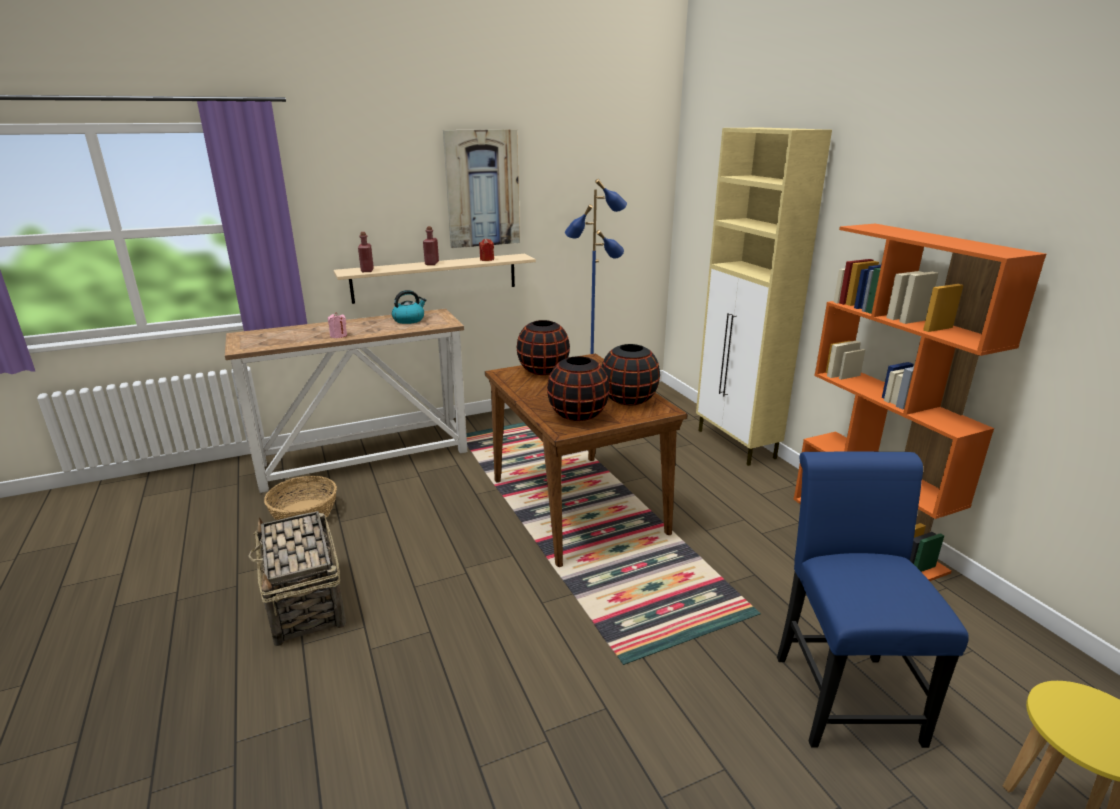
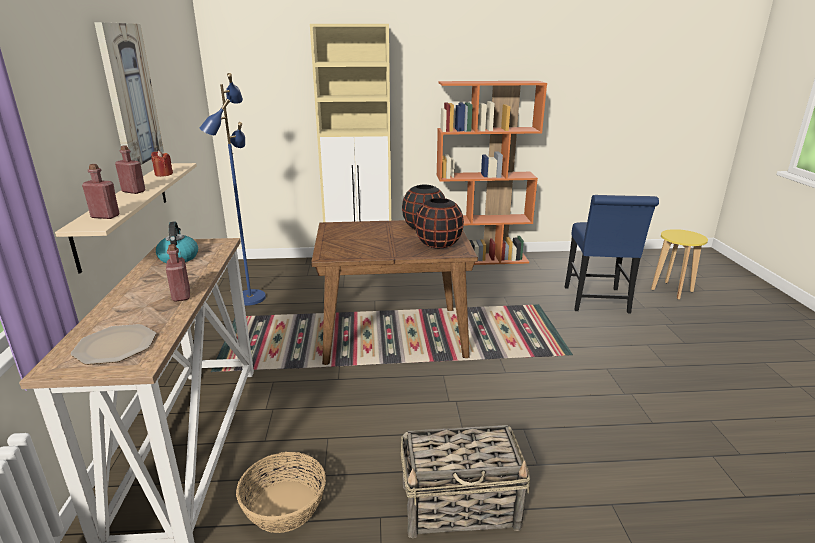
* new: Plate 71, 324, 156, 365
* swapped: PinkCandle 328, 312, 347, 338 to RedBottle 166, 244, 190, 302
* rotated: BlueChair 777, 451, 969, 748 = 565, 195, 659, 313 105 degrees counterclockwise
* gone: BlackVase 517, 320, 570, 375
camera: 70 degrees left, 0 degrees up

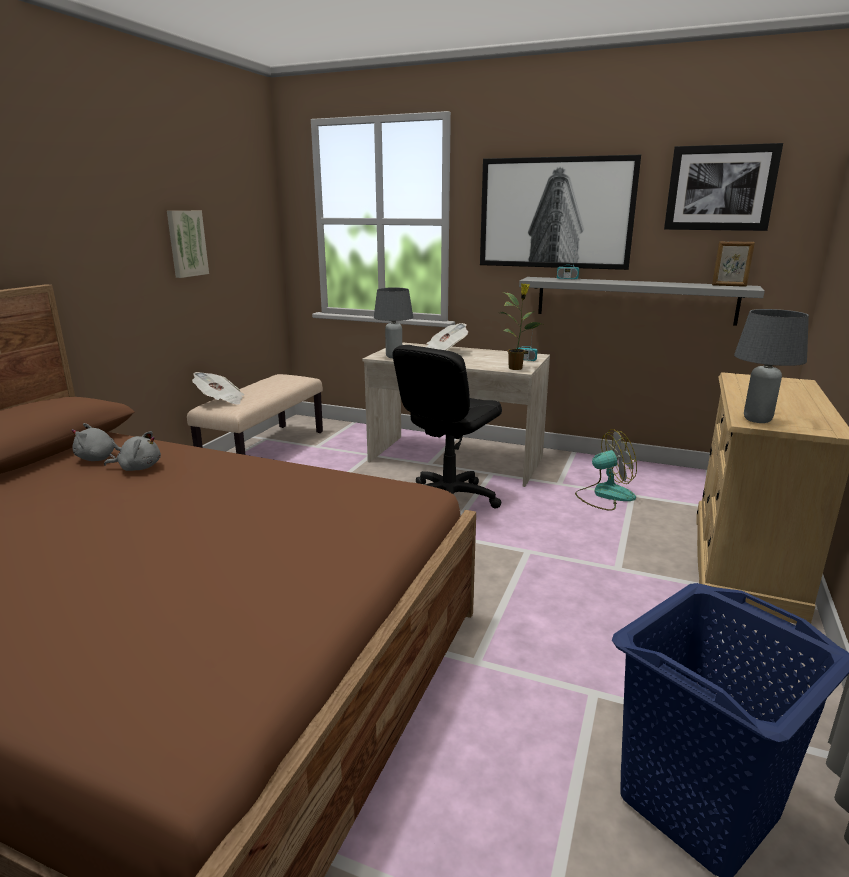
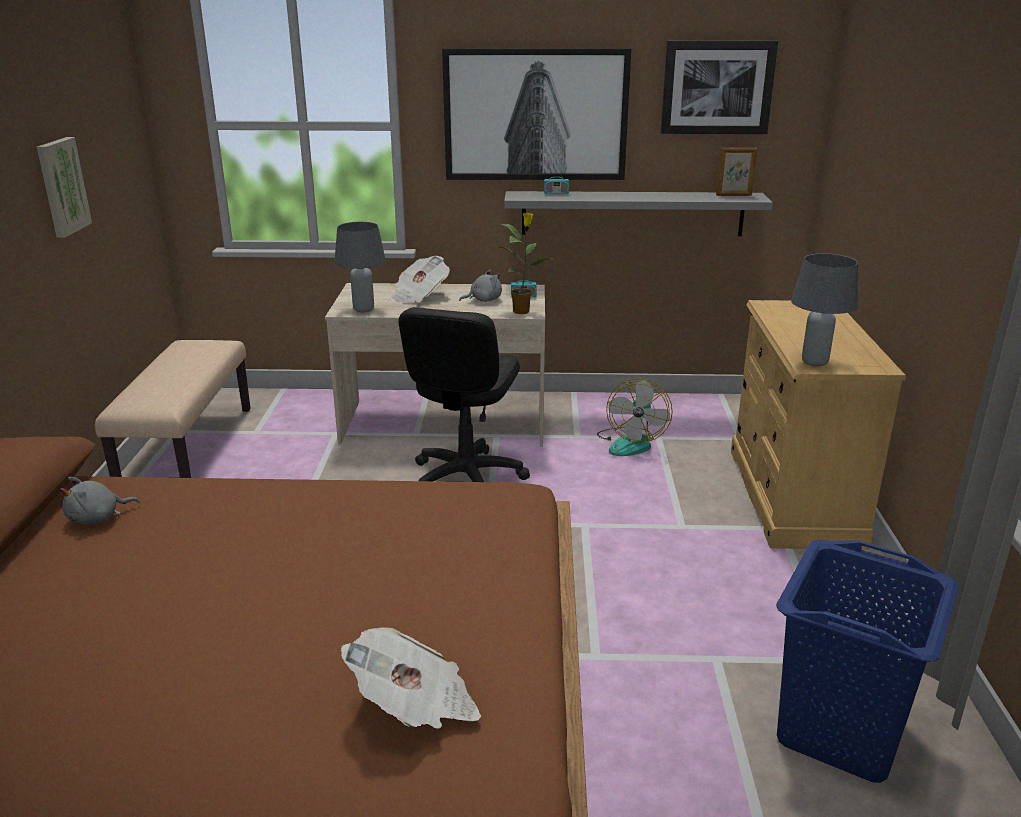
* shifted: Newspaper 192, 372, 244, 405 to 341, 627, 481, 729
* shifted: GreyPlushToy 104, 431, 161, 471 to 459, 270, 502, 302
* rotated: Fan 575, 429, 637, 511 = 597, 378, 673, 456 135 degrees clockwise
camera: 20 degrees left, 5 degrees up

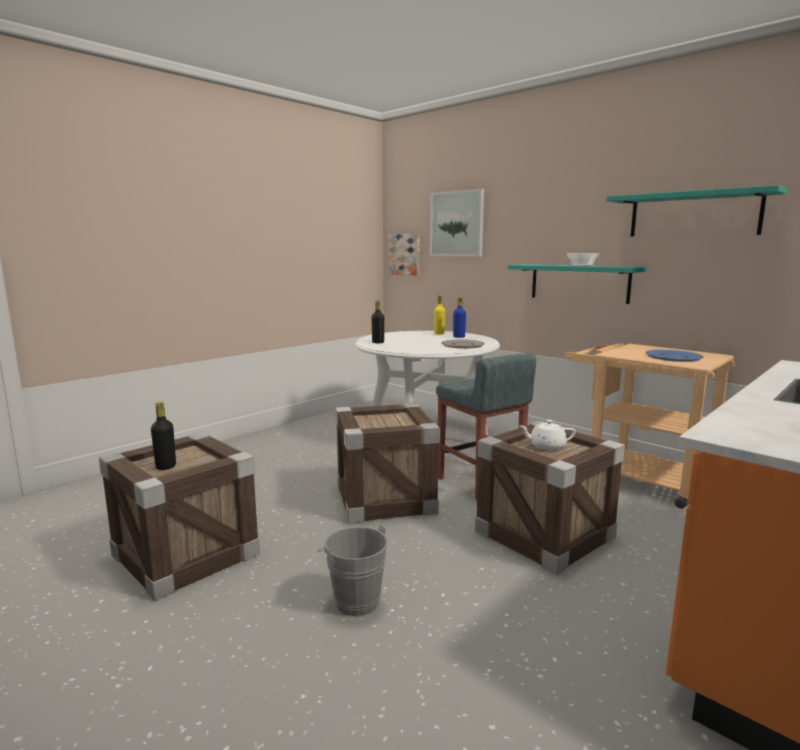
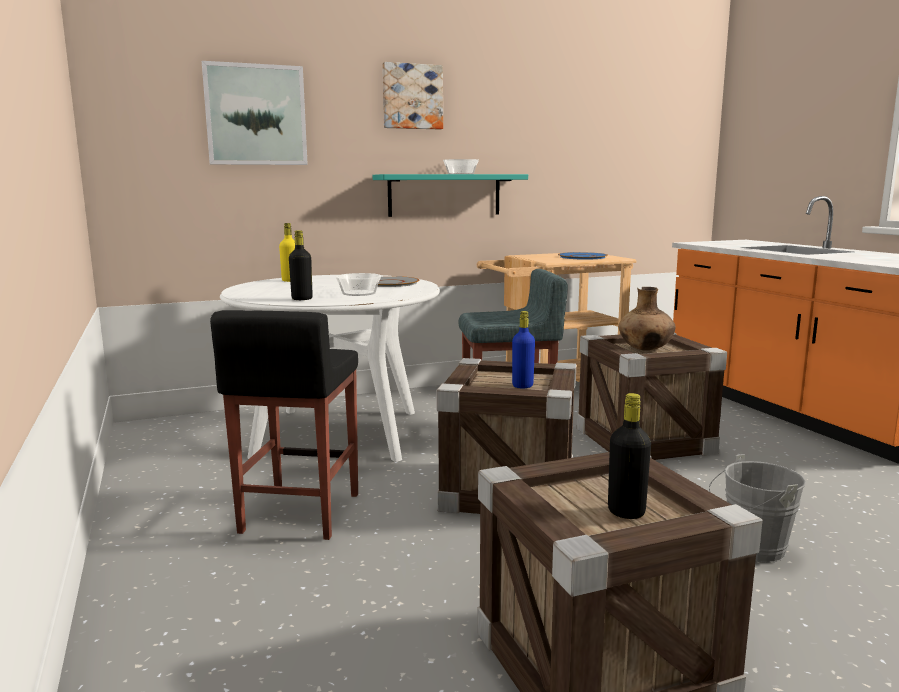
* new: BlackStool 210, 310, 358, 540
* new: Bowl 336, 273, 381, 296
* shifted: Picture 388, 234, 420, 275 to 382, 62, 443, 130
* shifted: BlueBottle 453, 298, 466, 338 to 512, 311, 535, 388
* swapped: WhiteTeapot 520, 420, 576, 451 to BrownVase 618, 287, 676, 351
* gone: TurquoiseShelf 606, 185, 787, 237
camera: 65 degrees left, 0 degrees up

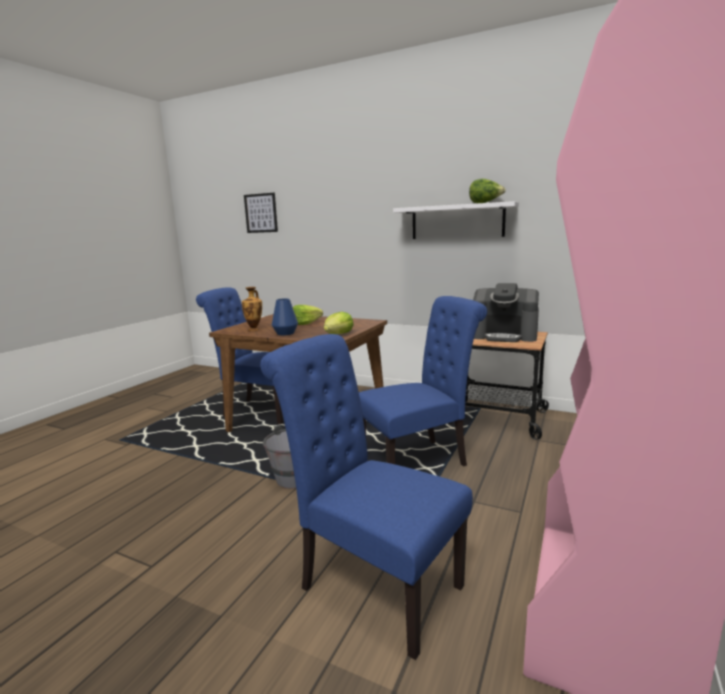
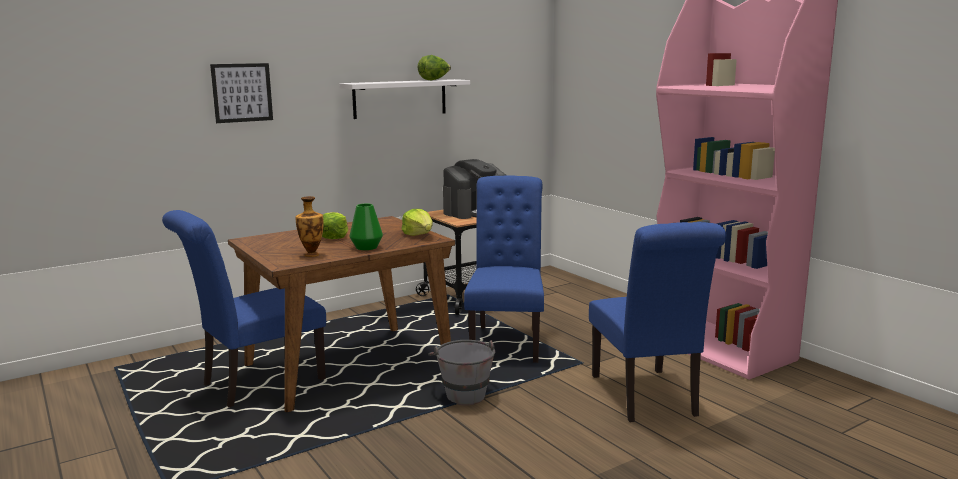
* shifted: Picture 244, 193, 278, 233 to 210, 63, 273, 123
* repainted: BlueVase 272, 298, 298, 335 to GreenVase 350, 203, 383, 250
* rotated: BlueChair 260, 334, 473, 660 = 589, 222, 727, 422 75 degrees counterclockwise
camera: 60 degrees left, 0 degrees up

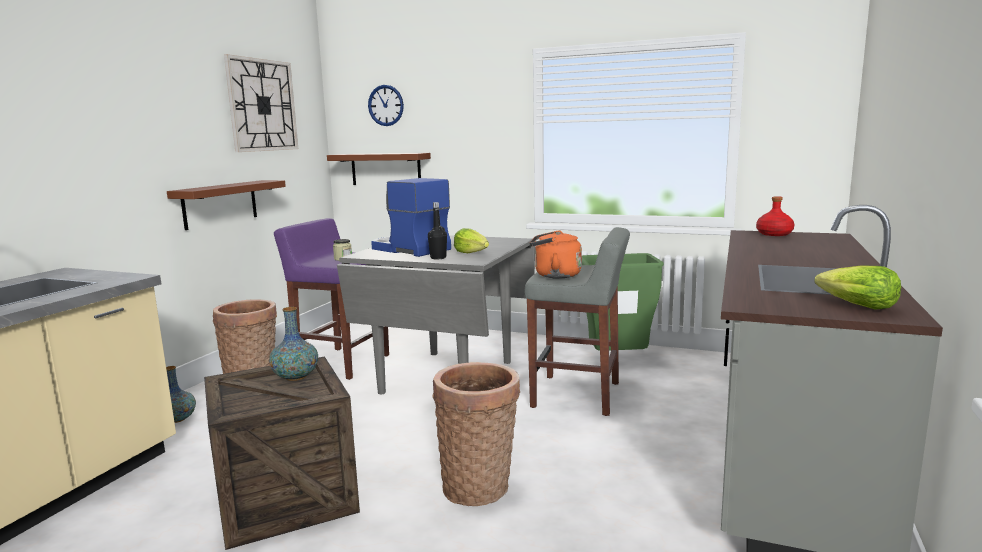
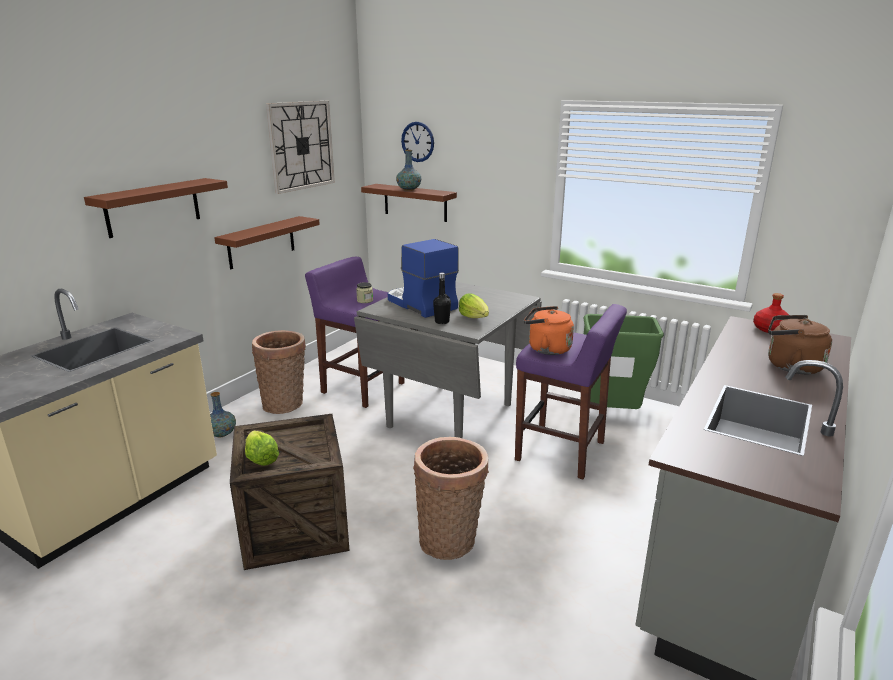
* new: BrownShelf 84, 178, 228, 238
* shifted: Lettuce 814, 266, 901, 309 to 245, 430, 279, 466
* shifted: Vase 269, 307, 318, 381 to 396, 150, 421, 191
* repainted: GreyStool 525, 227, 630, 416 to PurpleStool 515, 304, 627, 480
* new: BrownKettle 768, 315, 832, 374
camera: 10 degrees right, 10 degrees up

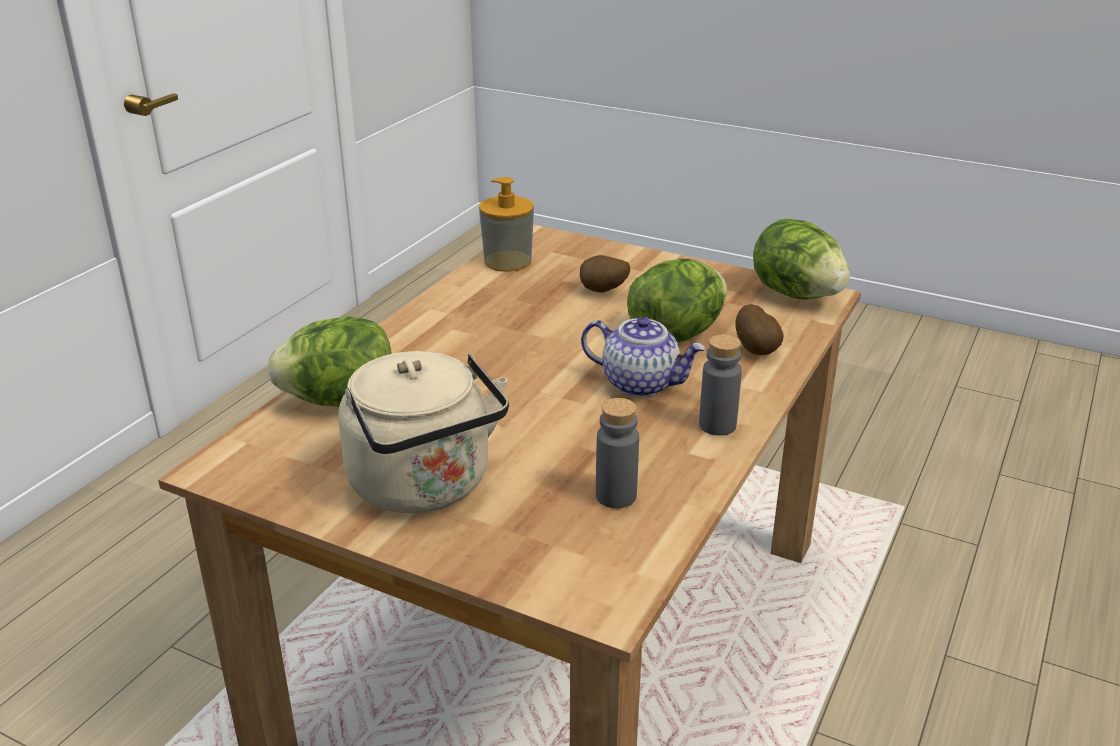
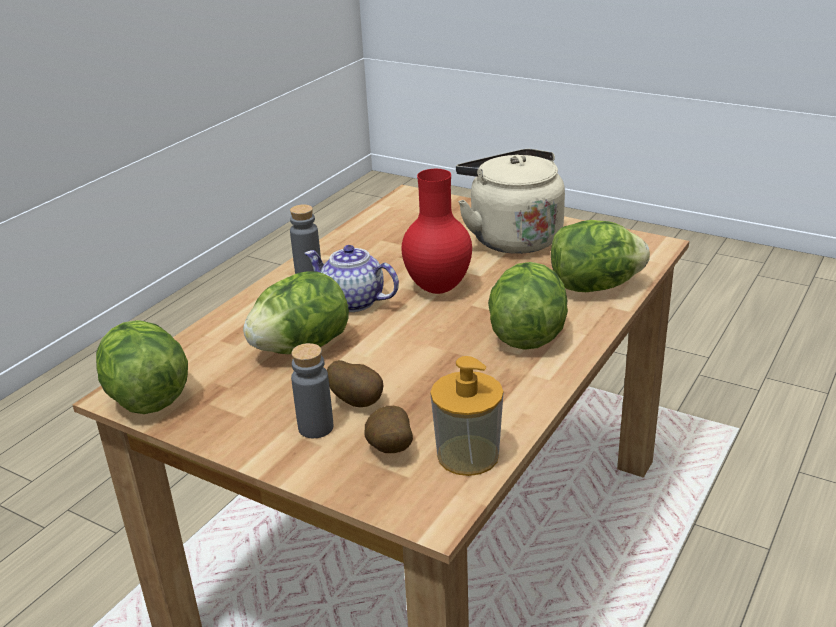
* shifted: GreyBottle 596, 398, 639, 508 to 291, 343, 333, 438
* shifted: Potato 735, 304, 783, 355 to 364, 406, 413, 453
* new: RedVase 401, 169, 472, 294
* new: Lettuce 488, 262, 568, 350
camera: 175 degrees left, 0 degrees up

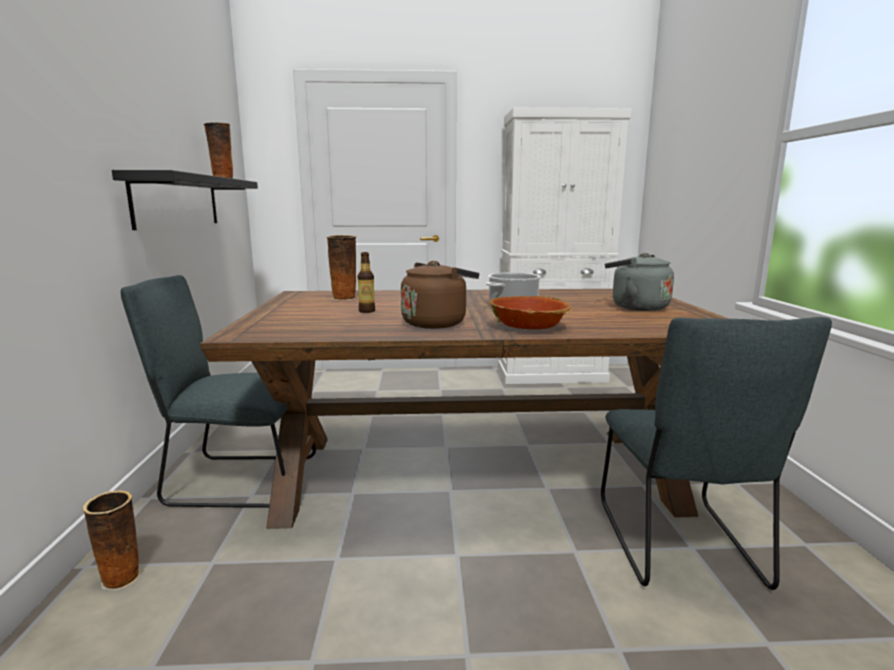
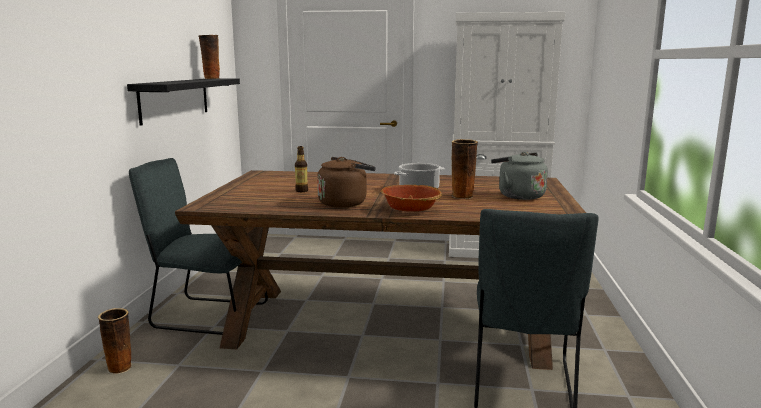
* shifted: Vase 327, 235, 356, 300 to 452, 139, 478, 199
camera: 10 degrees right, 0 degrees up

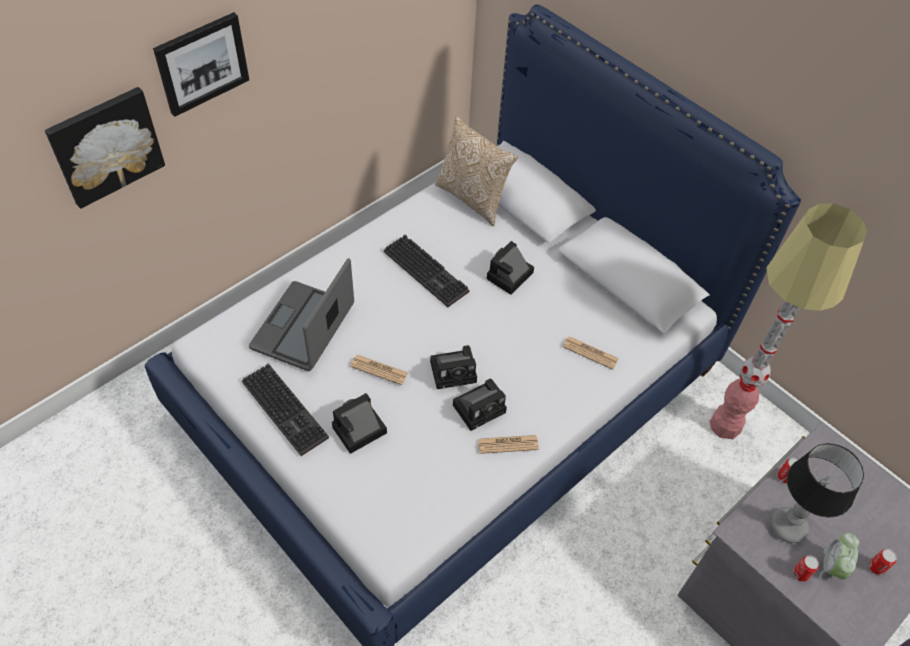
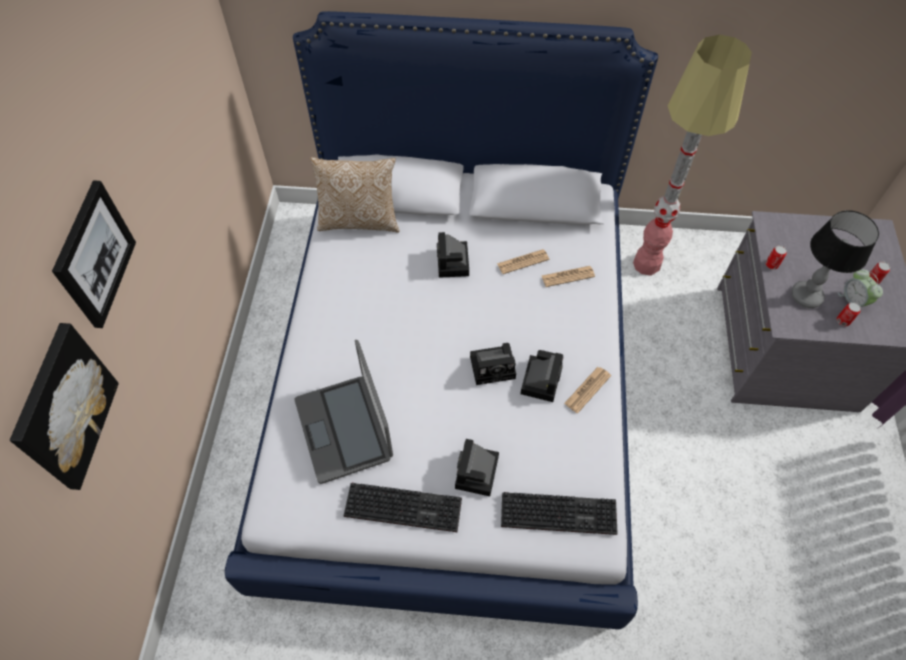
* rotated: PhotoCamera 430, 345, 477, 389 = 470, 343, 516, 385 45 degrees clockwise
* shifted: Newspaper 350, 355, 408, 385 to 497, 249, 549, 274
* shifted: Keyboard 384, 235, 469, 307 to 501, 492, 618, 535
camera: 40 degrees left, 5 degrees up

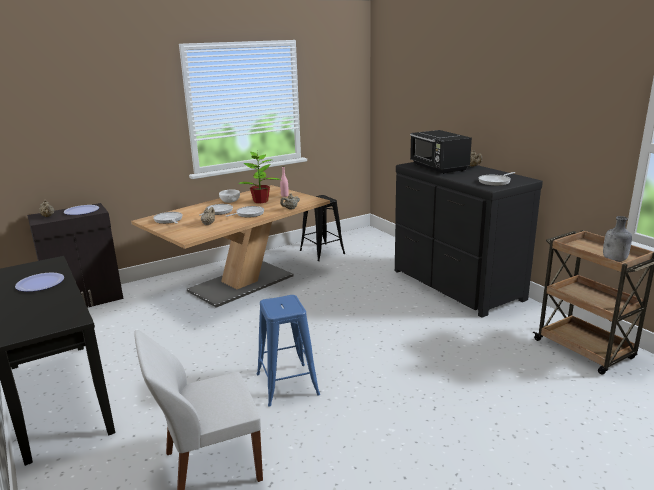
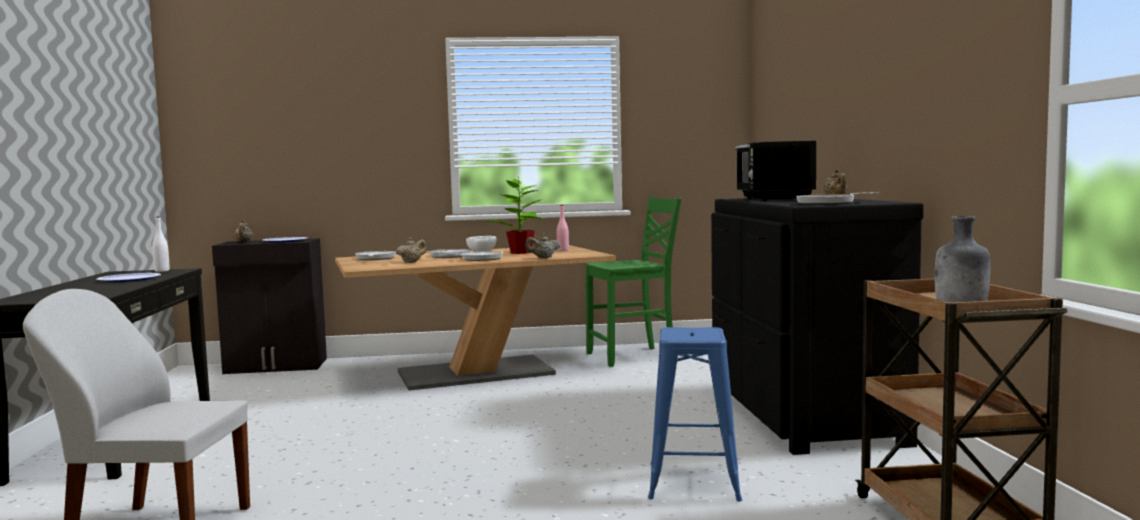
* new: WhiteBottle 152, 217, 169, 272
* swapped: BlackStool 300, 195, 345, 261 to GreenChair 586, 197, 681, 367
* shifted: BlueStool 257, 295, 320, 407 to 648, 327, 742, 502
camera: 25 degrees right, 15 degrees down

